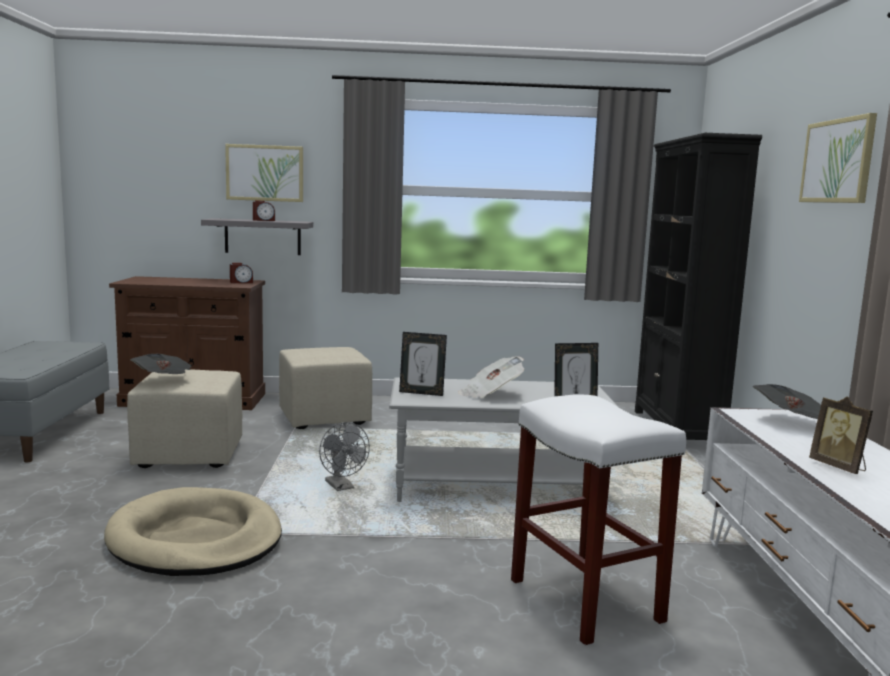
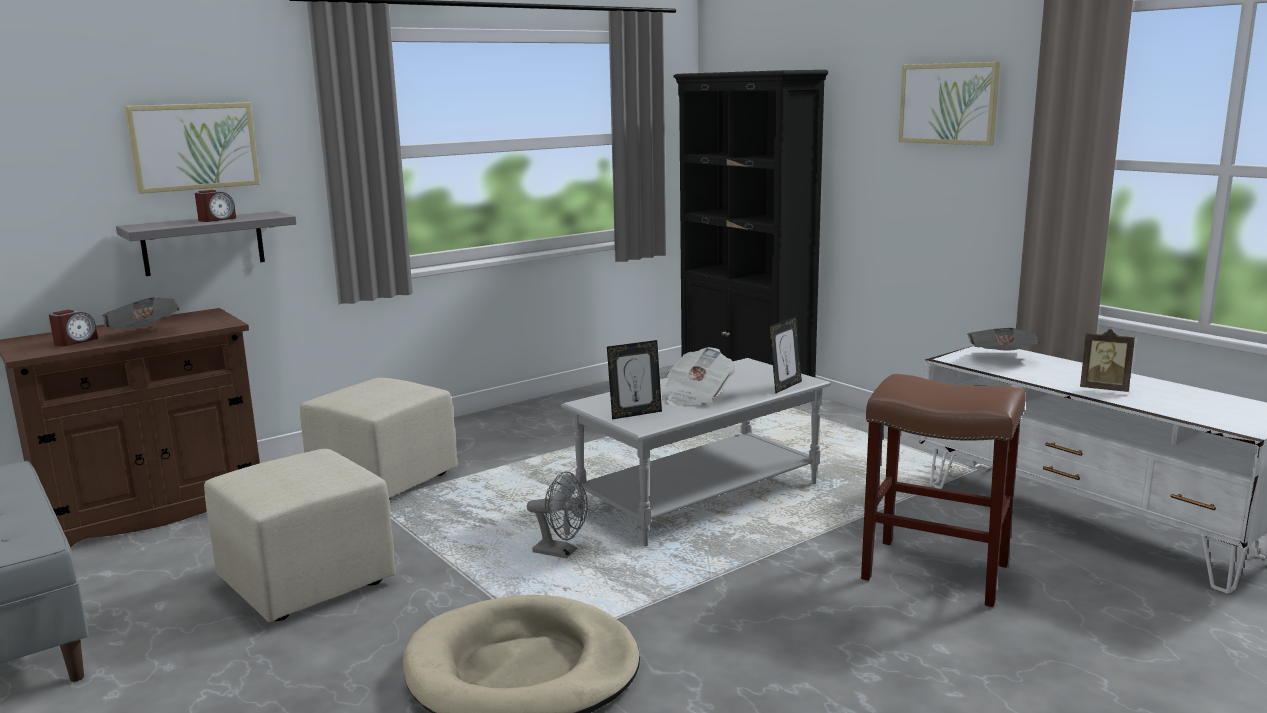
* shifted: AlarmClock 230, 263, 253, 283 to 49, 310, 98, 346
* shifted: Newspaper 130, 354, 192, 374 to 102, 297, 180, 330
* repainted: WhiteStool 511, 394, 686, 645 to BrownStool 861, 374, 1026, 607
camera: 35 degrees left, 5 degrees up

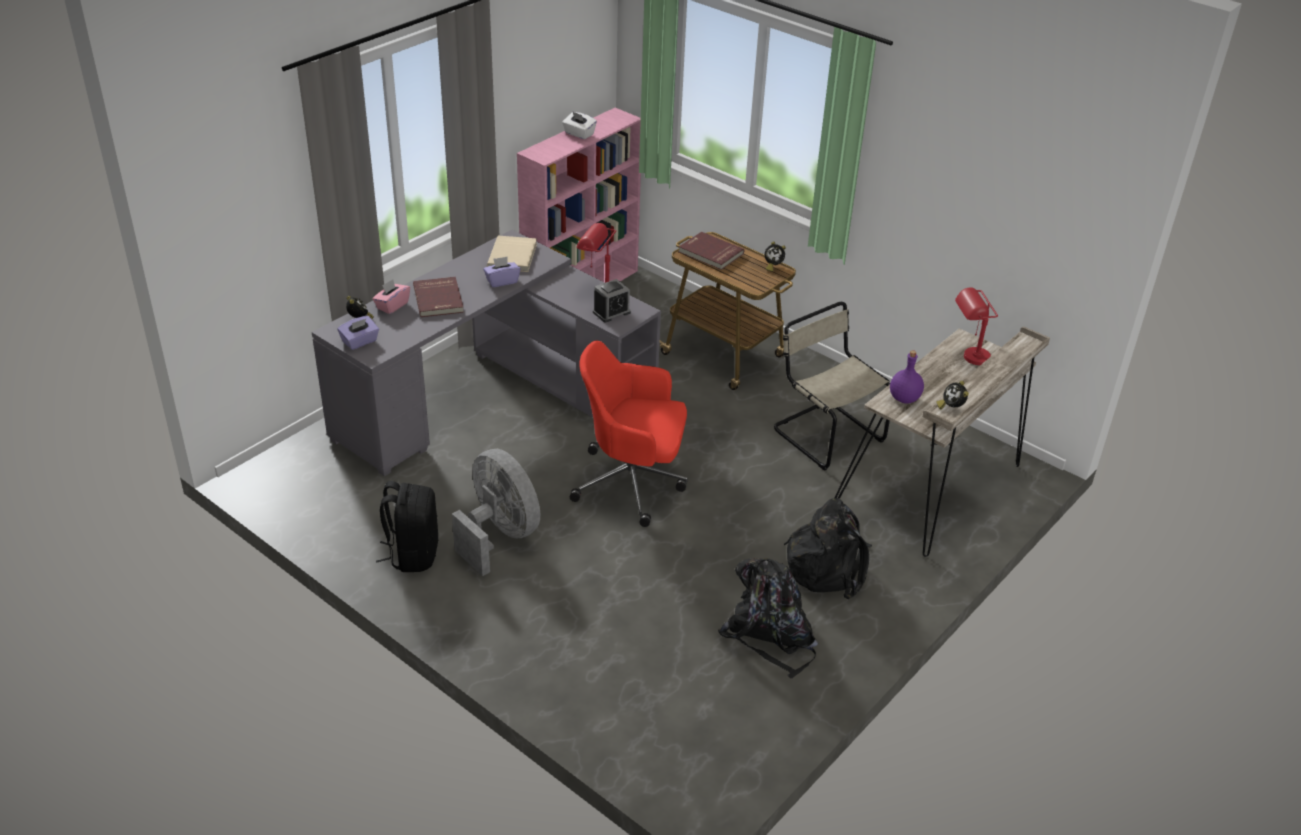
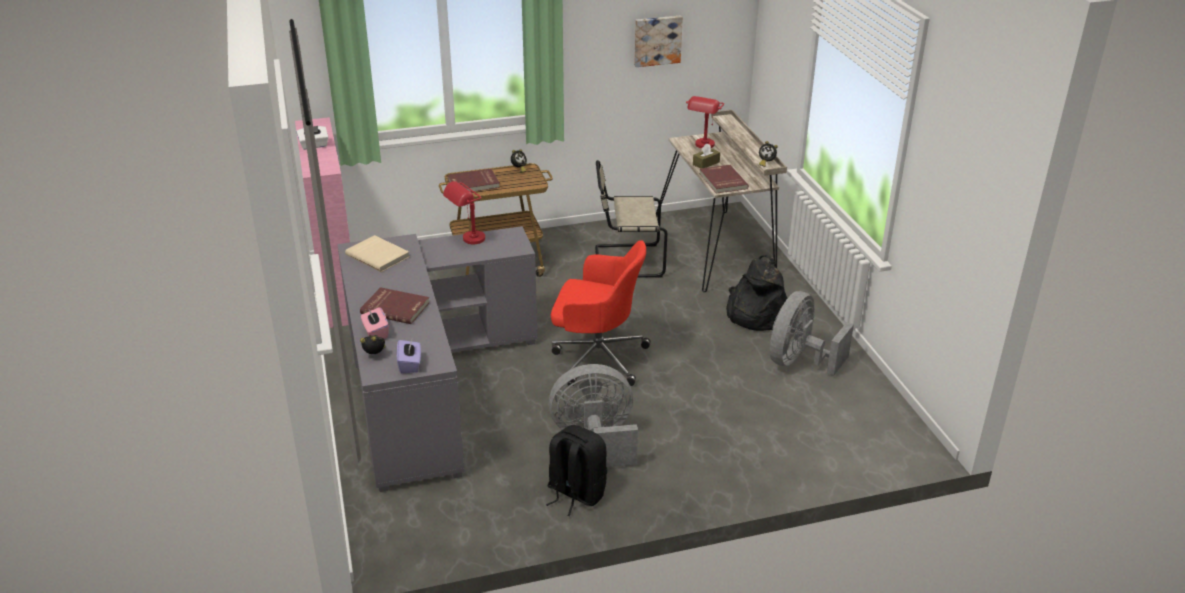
* rotated: RedOfficeChair 570, 341, 687, 527 = 551, 240, 650, 386 120 degrees counterclockwise
* new: Picture 634, 16, 683, 67
* new: BrownTissueBox 693, 144, 720, 169
* swapped: PurpleBottle 890, 350, 924, 404 to RedBook 699, 165, 749, 194
* swapped: BlackBackpack 718, 558, 818, 679 to GreyFan 770, 291, 854, 376
* gone: PurpleTissueBox 483, 257, 521, 287
* gone: AlarmClock 593, 279, 631, 322
camera: 55 degrees left, 5 degrees down

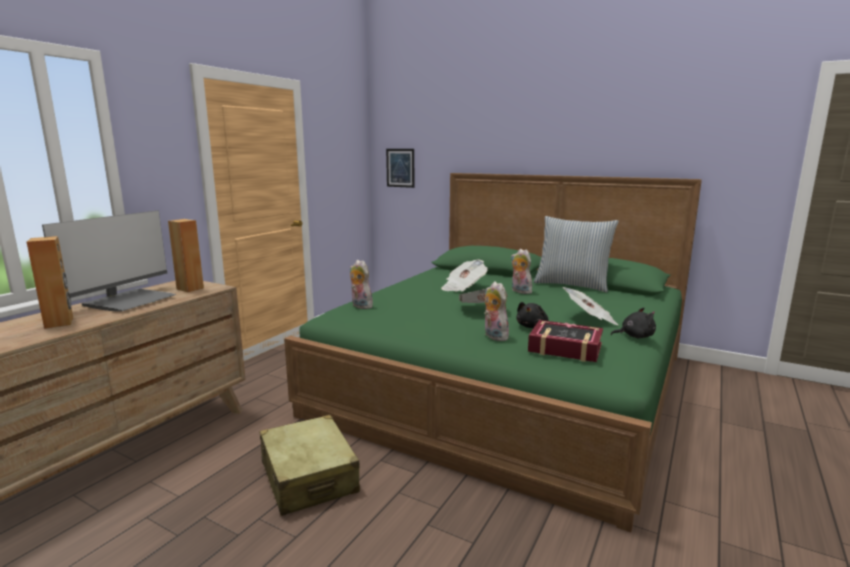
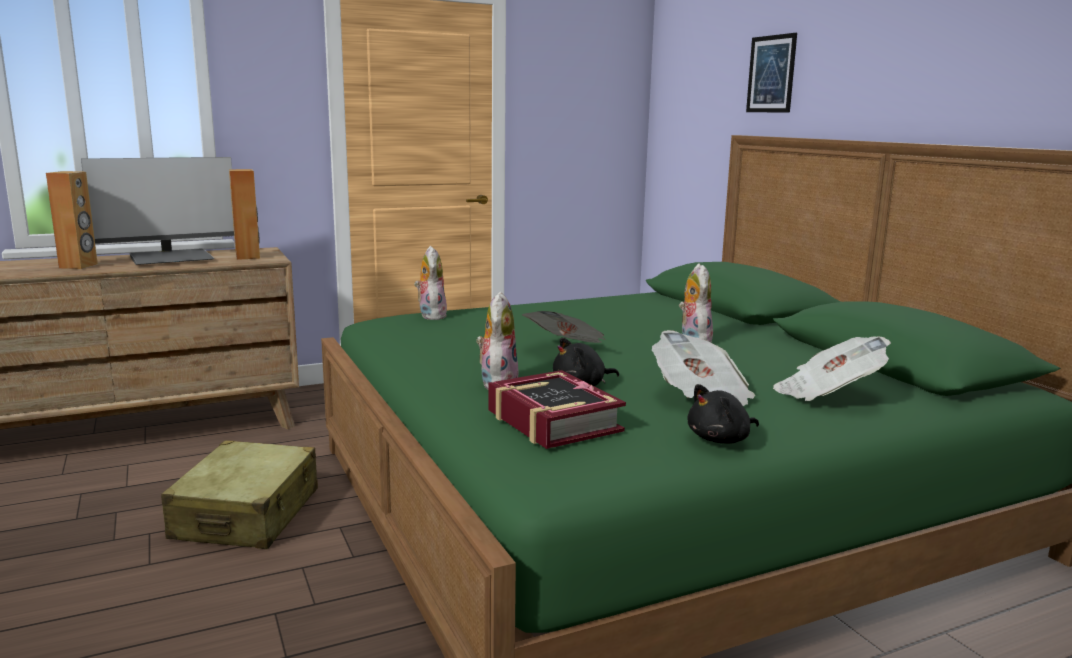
* rotated: BlackPlushToy 611, 307, 656, 338 = 687, 384, 759, 444 120 degrees clockwise
* shifted: Picture 386, 149, 414, 188 to 746, 33, 797, 113
* shifted: Newspaper 441, 260, 488, 292 to 773, 336, 891, 401
* gone: Pillow 534, 216, 619, 293
camera: 35 degrees right, 0 degrees up

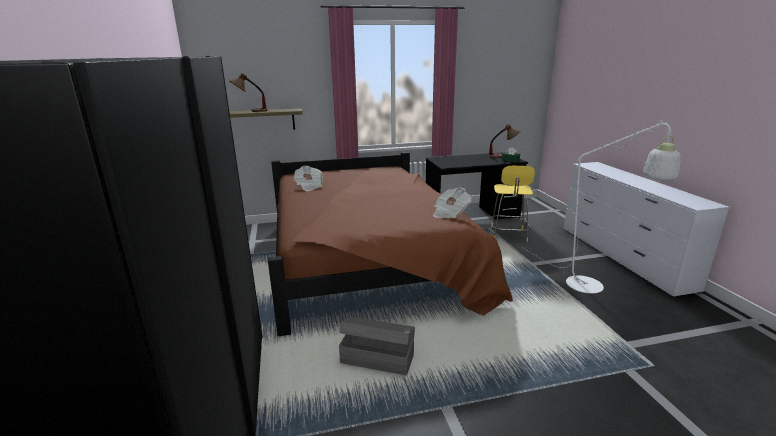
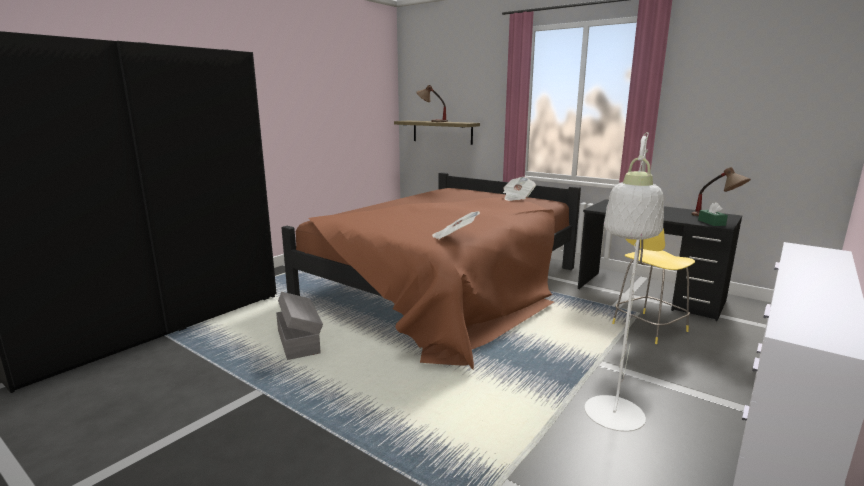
* shifted: Newspaper 293, 166, 323, 191 to 503, 177, 536, 201
camera: 50 degrees right, 5 degrees down

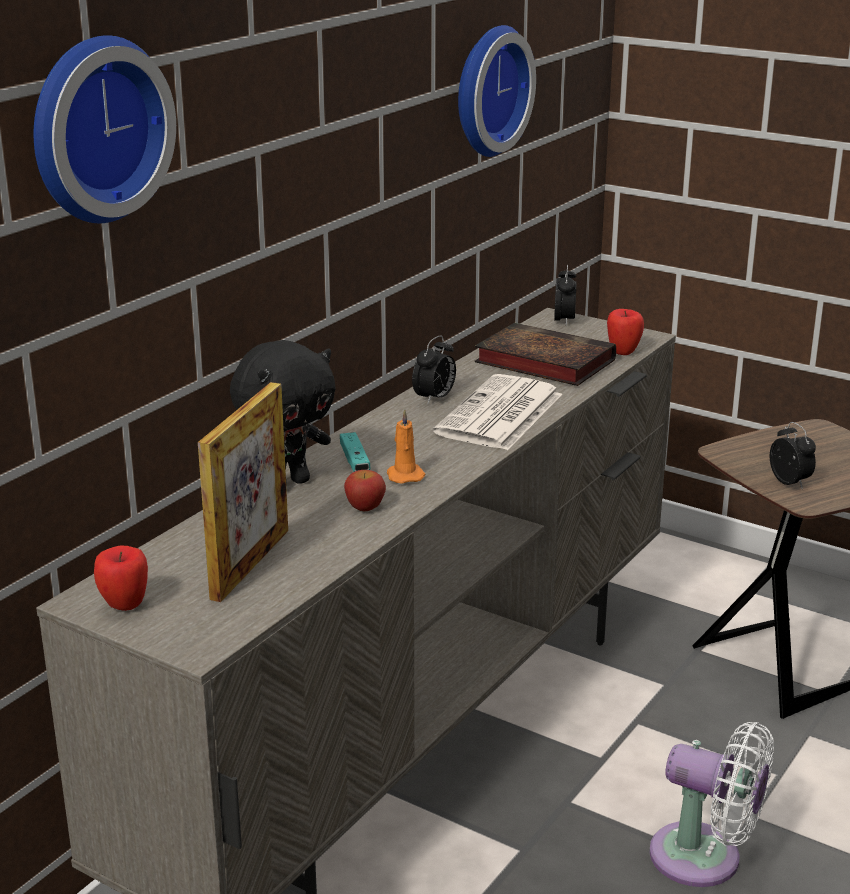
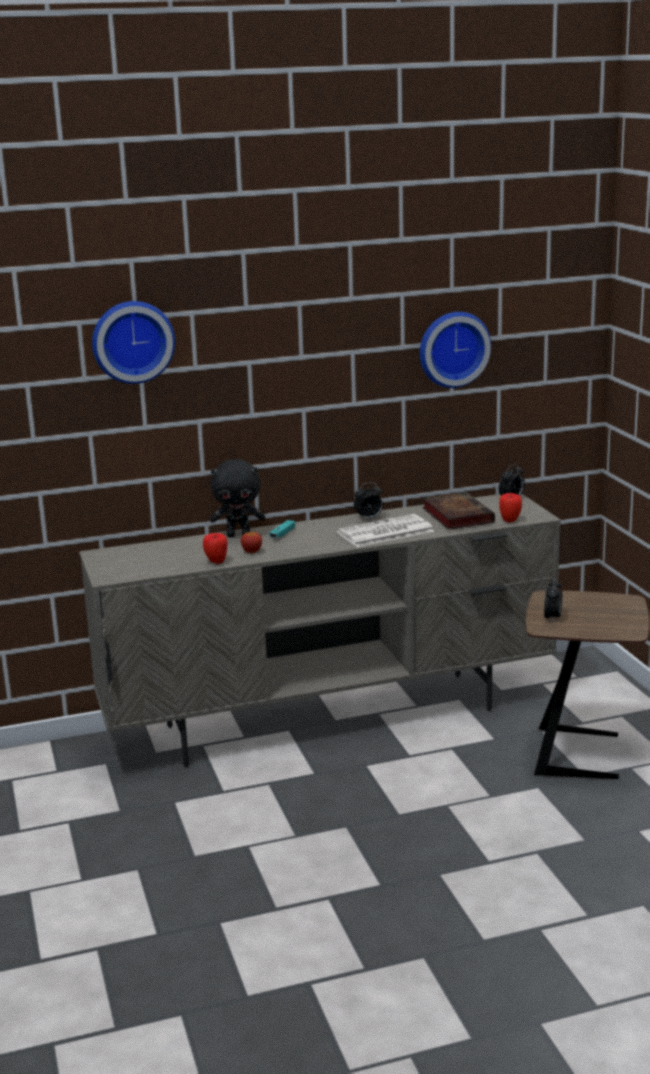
* shifted: Apple 94, 545, 148, 611 to 203, 533, 228, 564
* gone: PictureFrame 198, 382, 288, 602
* gone: OrangeCandle 387, 409, 425, 484
* gone: WhiteFan 649, 722, 774, 887
camera: 40 degrees right, 5 degrees down

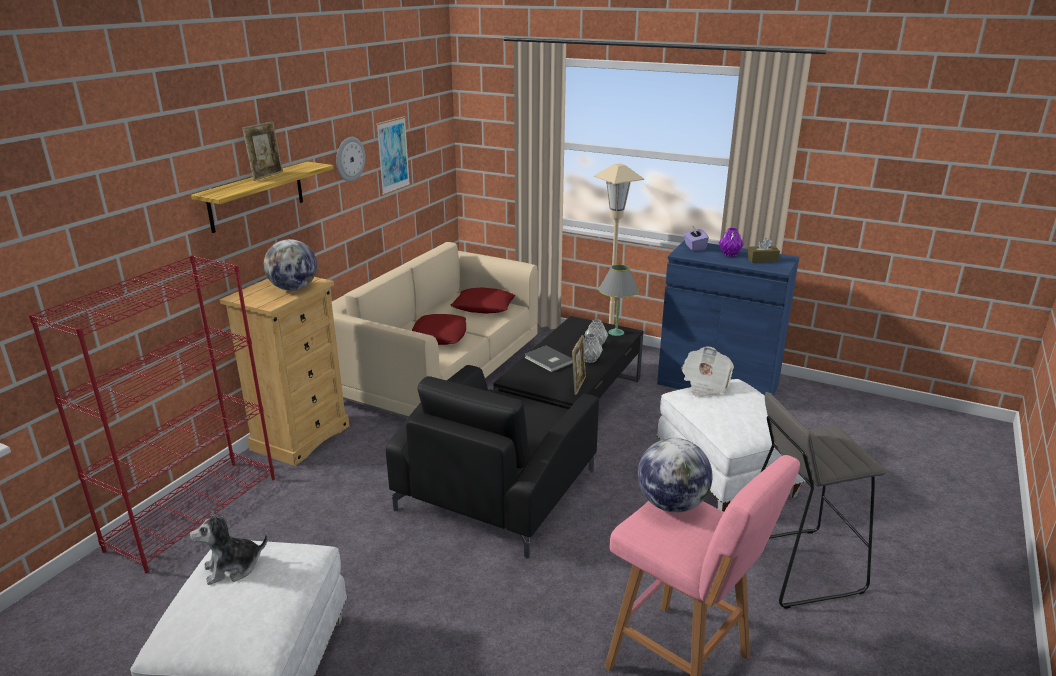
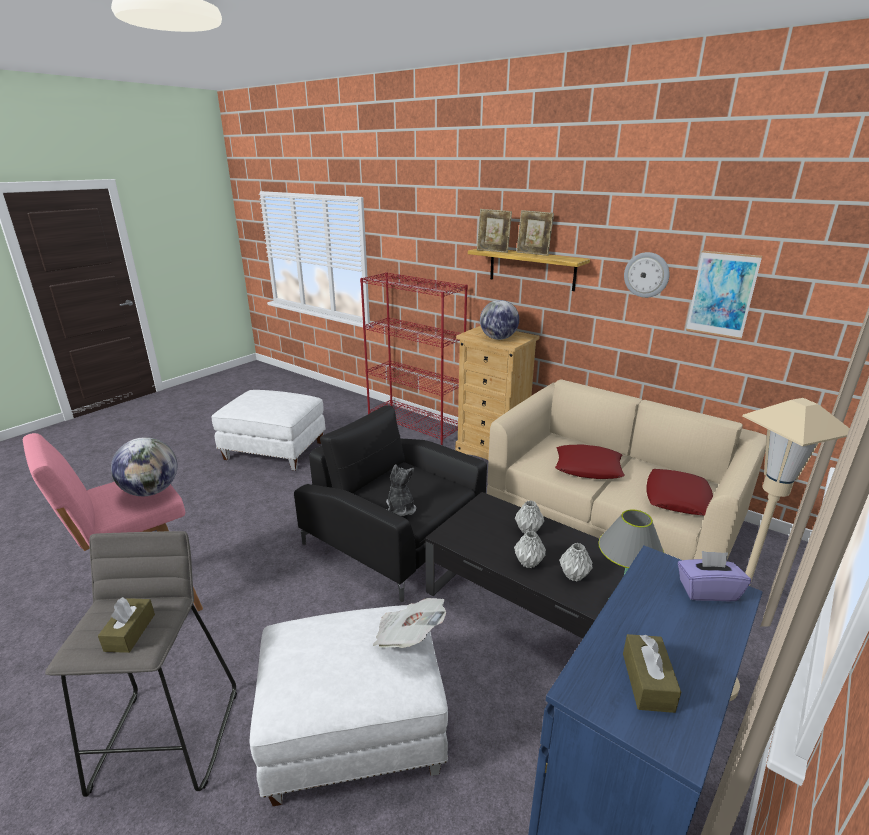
* new: BrownTissueBox 98, 597, 155, 653
* shifted: PlushToy 189, 508, 268, 585 to 386, 465, 416, 516
* shifted: PictureFrame 572, 335, 586, 395 to 477, 209, 512, 253
* swapped: GreyBook 524, 346, 573, 372 to GreyVase 515, 500, 544, 534
* gone: PurpleVase 719, 228, 743, 257
camera: 100 degrees right, 0 degrees up

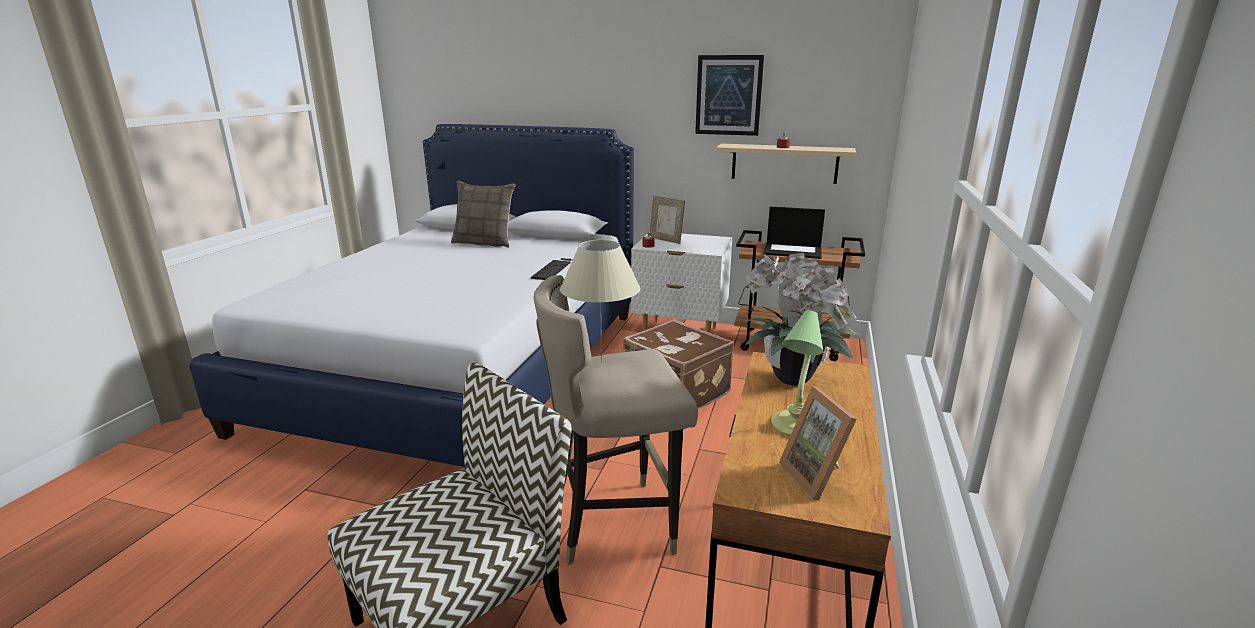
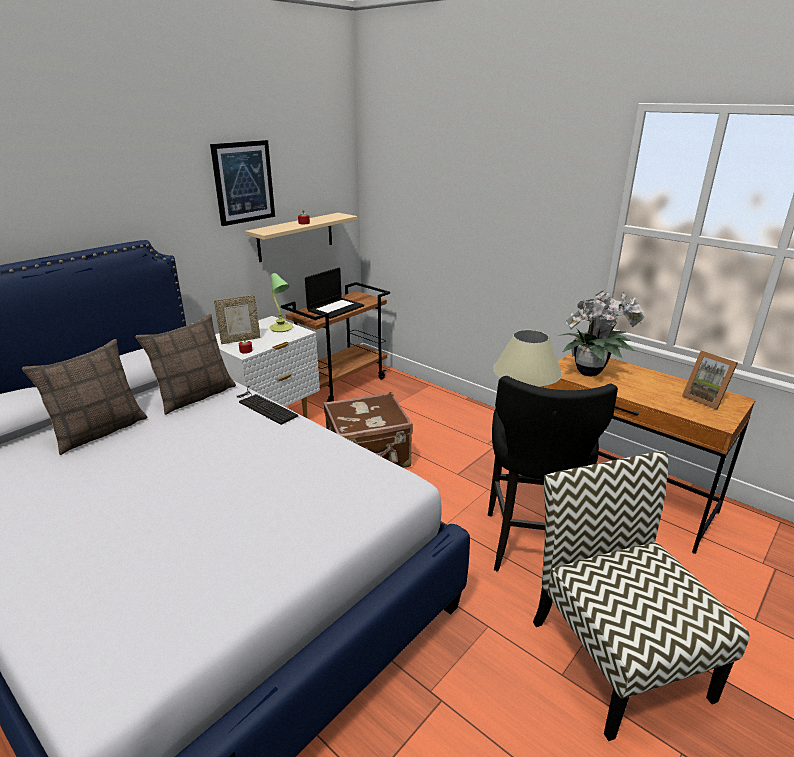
* new: Pillow 135, 314, 236, 415
* shifted: TableLamp 771, 310, 823, 436 to 269, 273, 293, 332
* repainted: BeigeStool 533, 275, 698, 565 to BlackStool 488, 376, 618, 571
* rotated: PictureFrame 779, 386, 857, 500 = 682, 351, 738, 410 45 degrees clockwise
camera: 65 degrees left, 5 degrees up

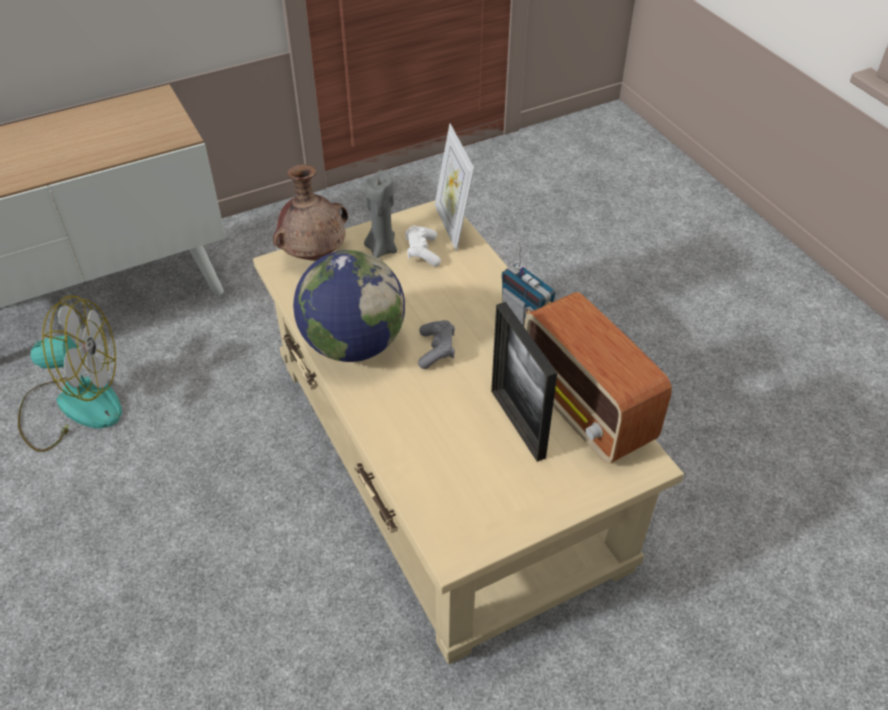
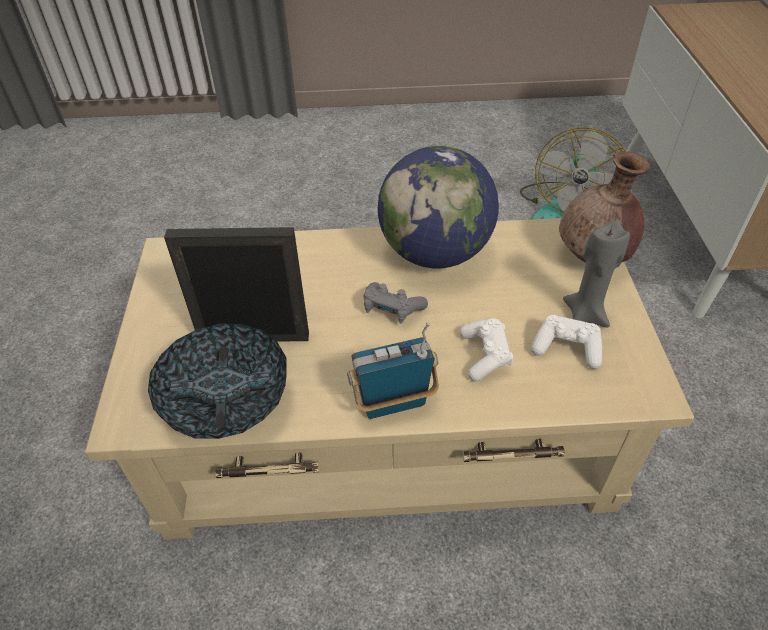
* swapped: Radio 524, 292, 672, 463 to Bowl 148, 323, 286, 439
* new: WhiteGameController 460, 318, 513, 381
* gone: PictureFrame 435, 123, 475, 251
camera: 115 degrees right, 0 degrees up

